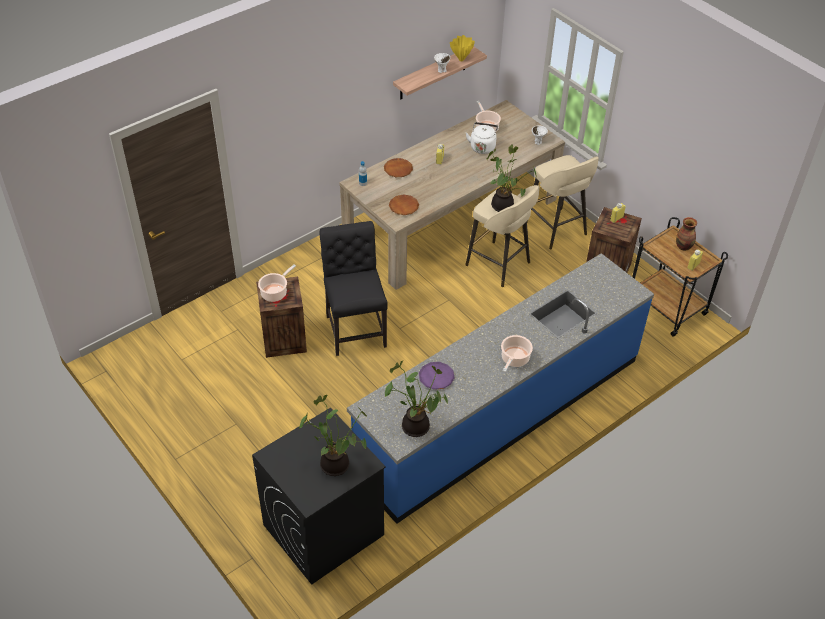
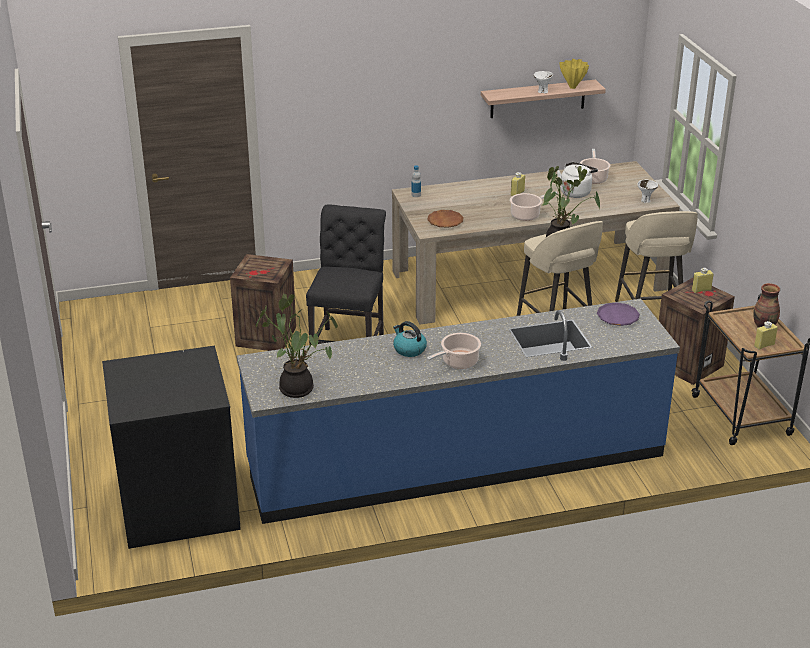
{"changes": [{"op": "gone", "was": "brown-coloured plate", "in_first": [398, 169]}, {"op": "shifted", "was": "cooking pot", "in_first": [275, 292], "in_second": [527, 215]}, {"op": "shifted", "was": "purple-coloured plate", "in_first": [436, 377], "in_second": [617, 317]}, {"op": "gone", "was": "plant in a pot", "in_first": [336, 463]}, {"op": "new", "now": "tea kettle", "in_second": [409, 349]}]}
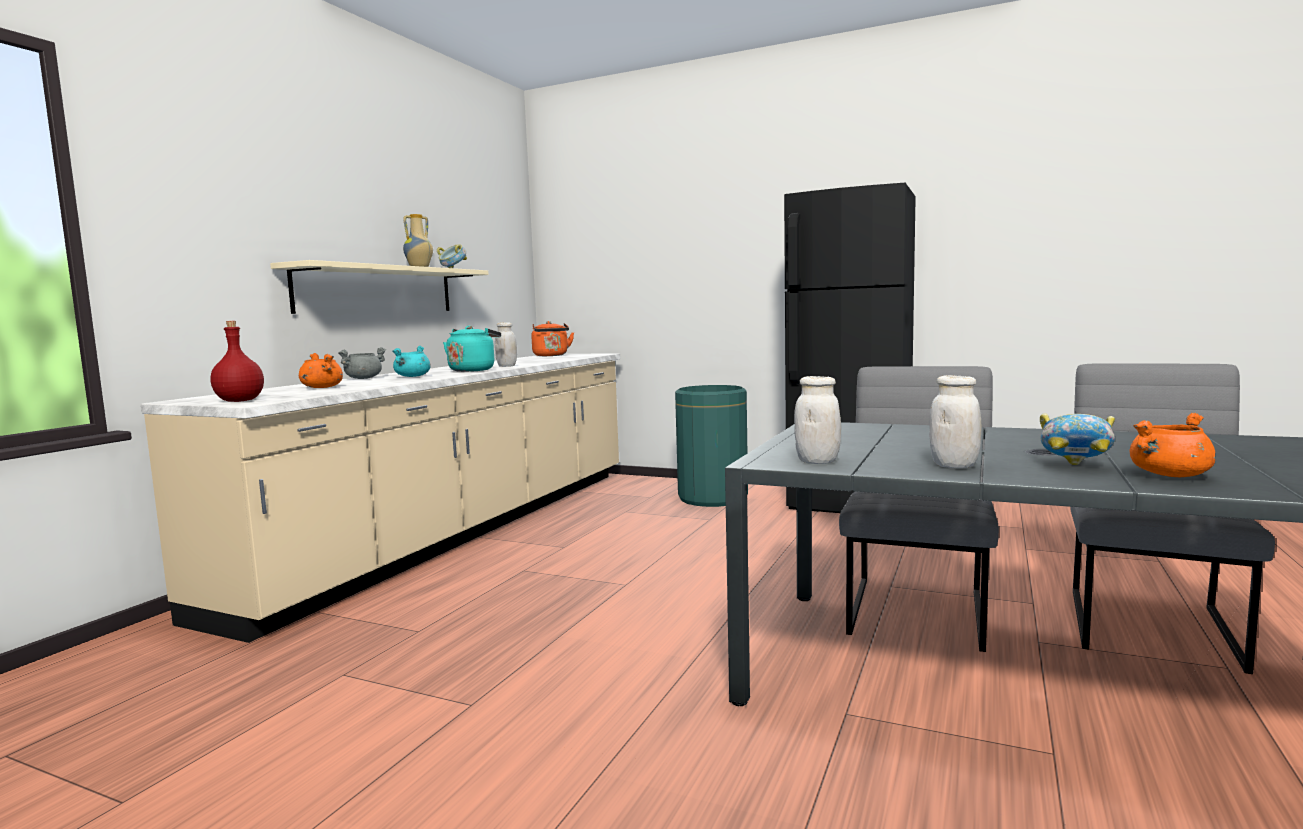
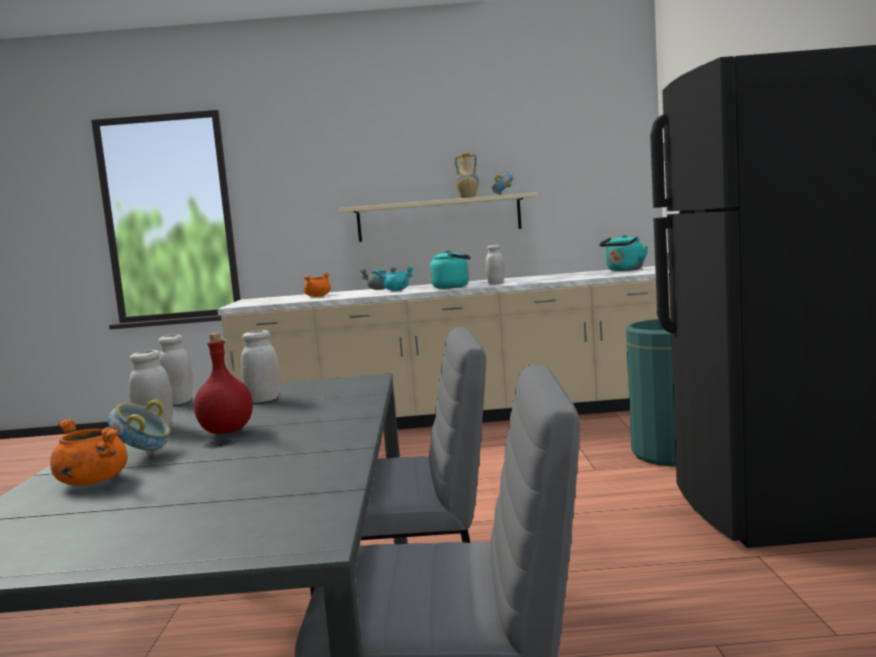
{"changes": [{"op": "shifted", "was": "red-coloured beverage bottle", "in_first": [239, 401], "in_second": [225, 431]}, {"op": "repainted", "was": "orangey tea kettle", "now": "turquoise-coloured tea kettle", "in_first": [551, 355], "in_second": [624, 270]}, {"op": "new", "now": "whitish storage jar", "in_second": [264, 400]}]}
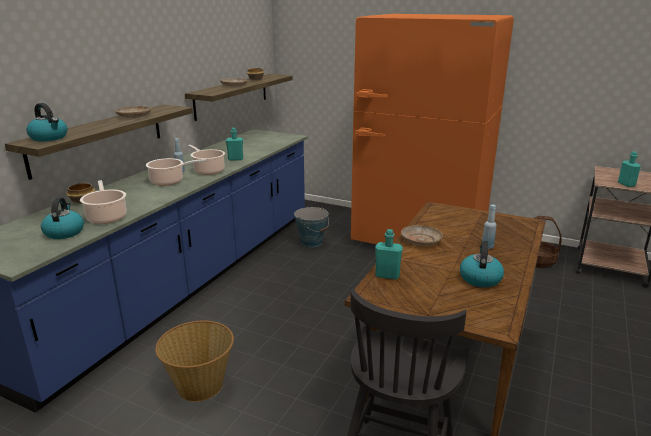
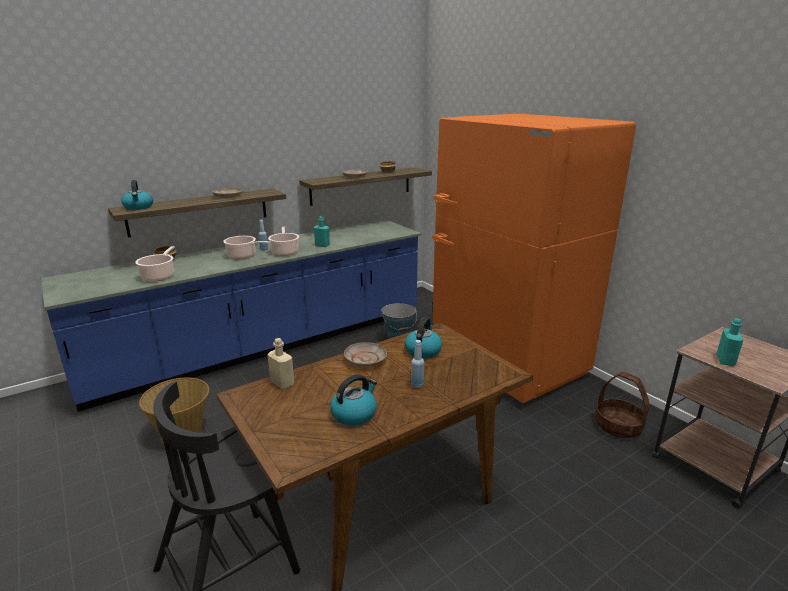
{"changes": [{"op": "shifted", "was": "tea kettle", "in_first": [64, 232], "in_second": [423, 351]}, {"op": "repainted", "was": "turquoise-coloured beverage bottle", "now": "beige beverage bottle", "in_first": [387, 275], "in_second": [282, 383]}]}
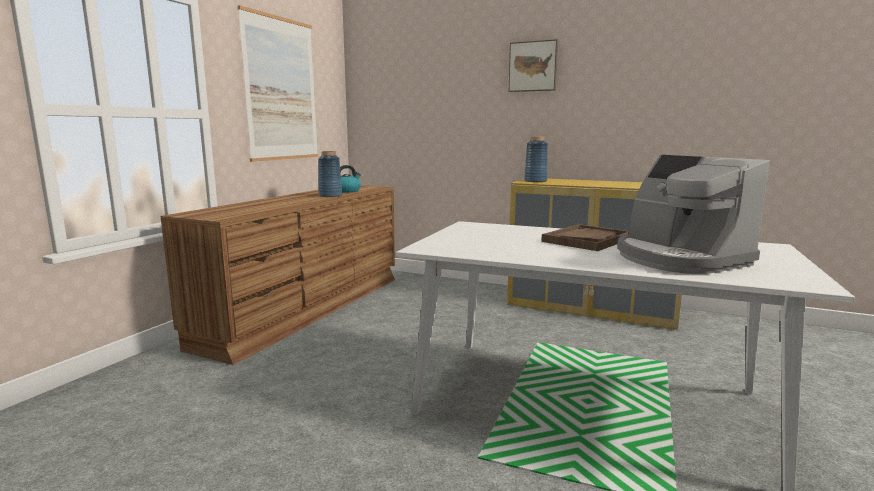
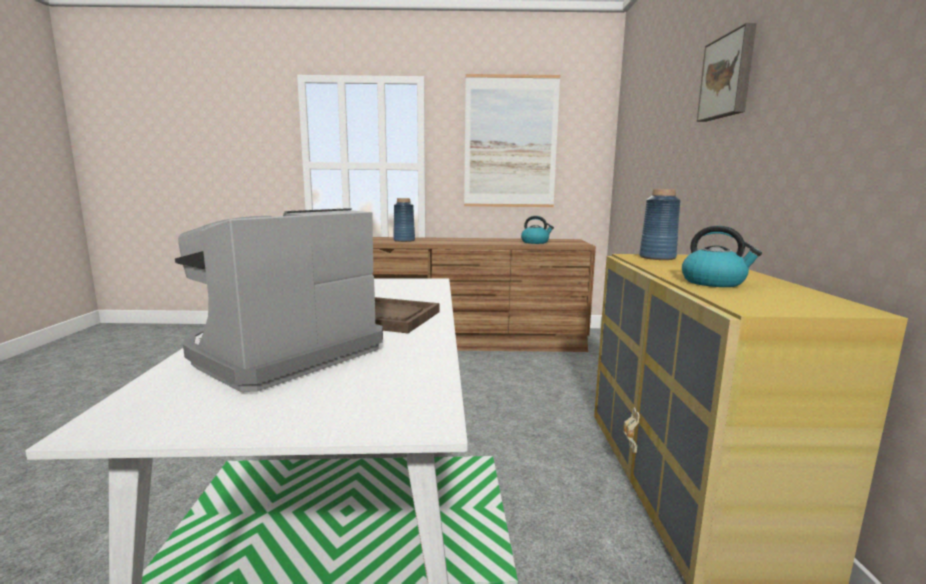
{"changes": [{"op": "shifted", "was": "blue vase", "in_first": [330, 195], "in_second": [404, 240]}, {"op": "new", "now": "tea kettle", "in_second": [714, 282]}]}
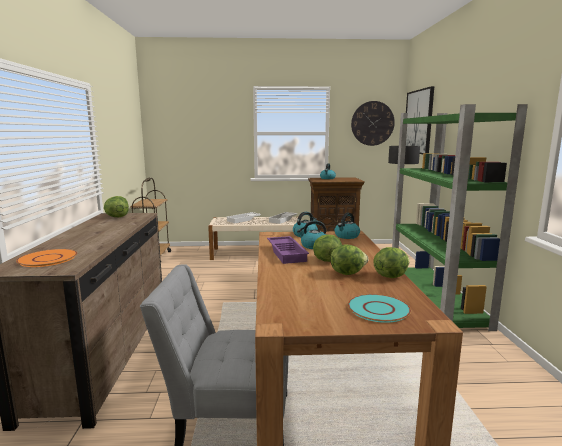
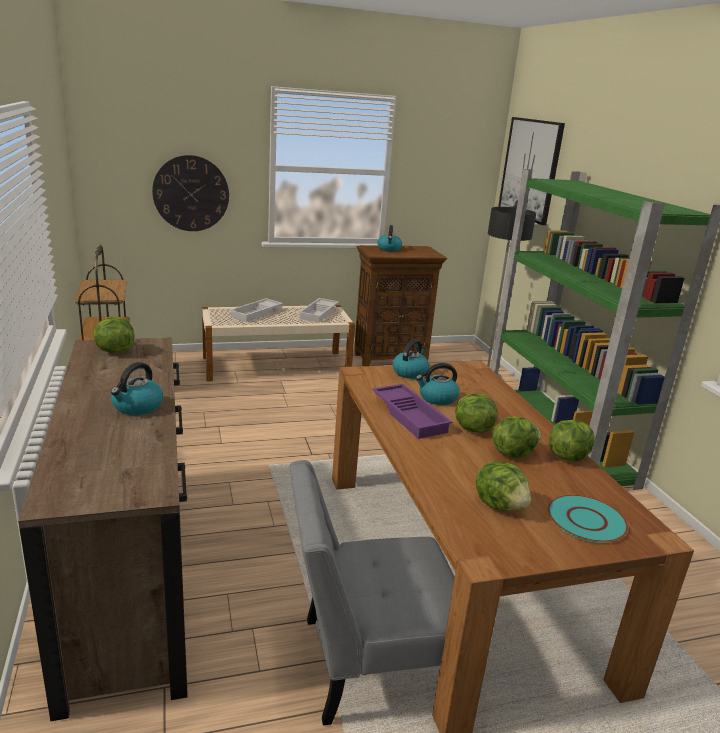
{"changes": [{"op": "shifted", "was": "wall clock", "in_first": [372, 123], "in_second": [191, 193]}, {"op": "shifted", "was": "tea kettle", "in_first": [346, 236], "in_second": [137, 407]}, {"op": "gone", "was": "orangey plate", "in_first": [48, 259]}, {"op": "new", "now": "lettuce head", "in_second": [500, 505]}]}
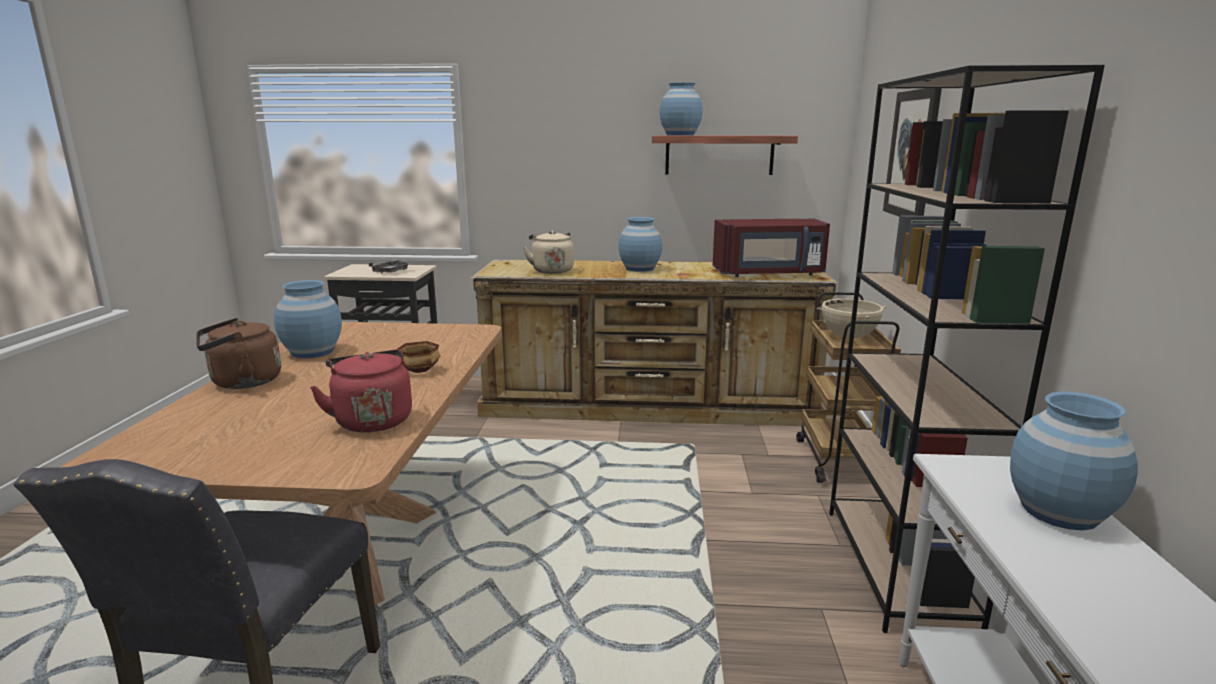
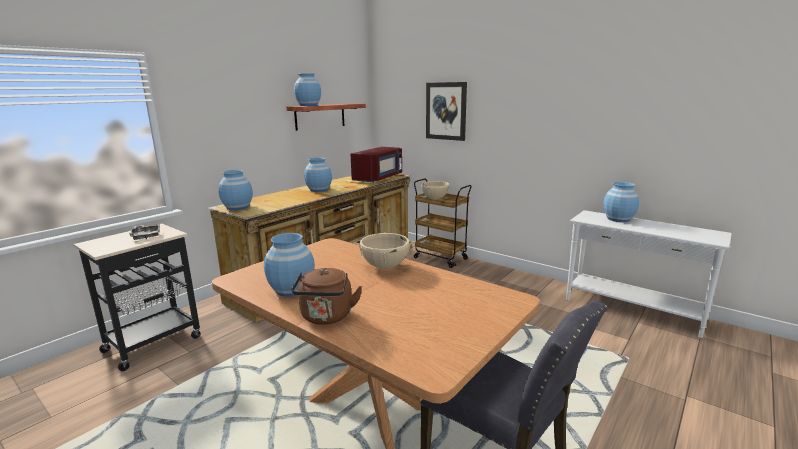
{"changes": [{"op": "gone", "was": "beige bookcase", "in_first": [898, 567]}, {"op": "gone", "was": "beige tea kettle", "in_first": [551, 270]}, {"op": "swapped", "was": "bowl", "now": "beige cooking pot", "in_first": [421, 371], "in_second": [385, 266]}, {"op": "gone", "was": "red-coloured tea kettle", "in_first": [372, 420]}, {"op": "new", "now": "blue vase", "in_second": [237, 207]}]}
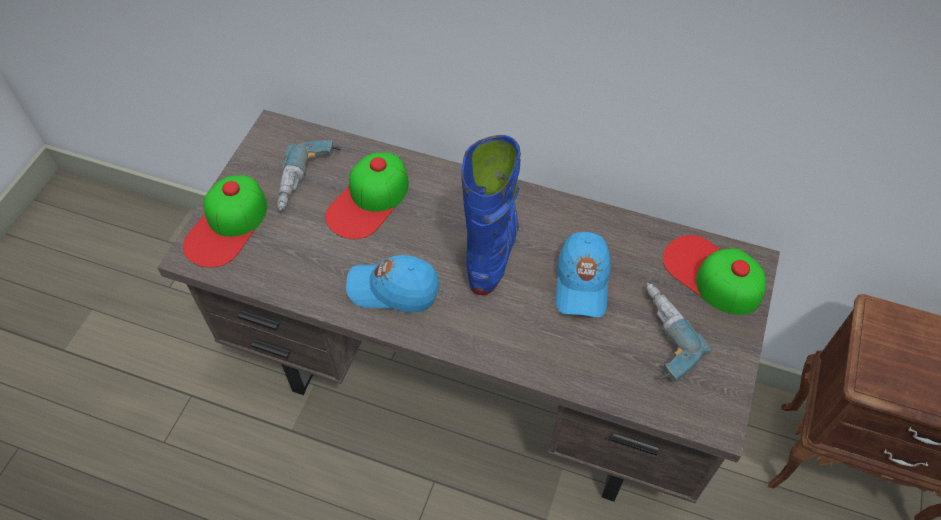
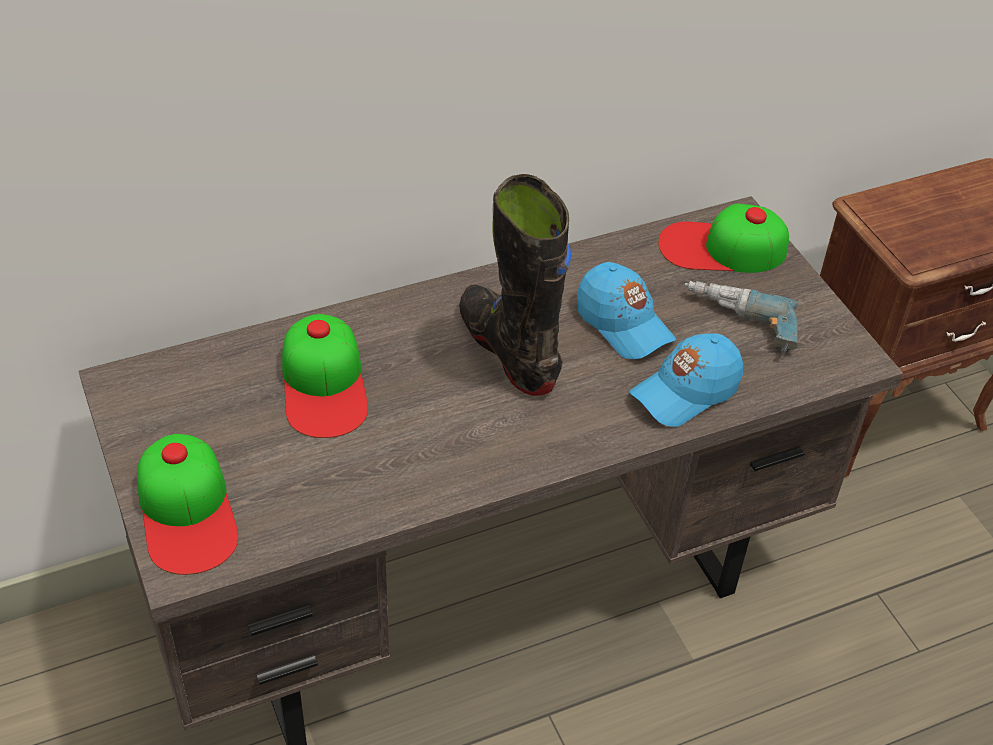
{"changes": [{"op": "repainted", "was": "blue boot", "now": "blackish boot", "in_first": [492, 251], "in_second": [509, 350]}, {"op": "gone", "was": "drill", "in_first": [309, 181]}, {"op": "shifted", "was": "blue baseball cap", "in_first": [393, 289], "in_second": [685, 392]}]}
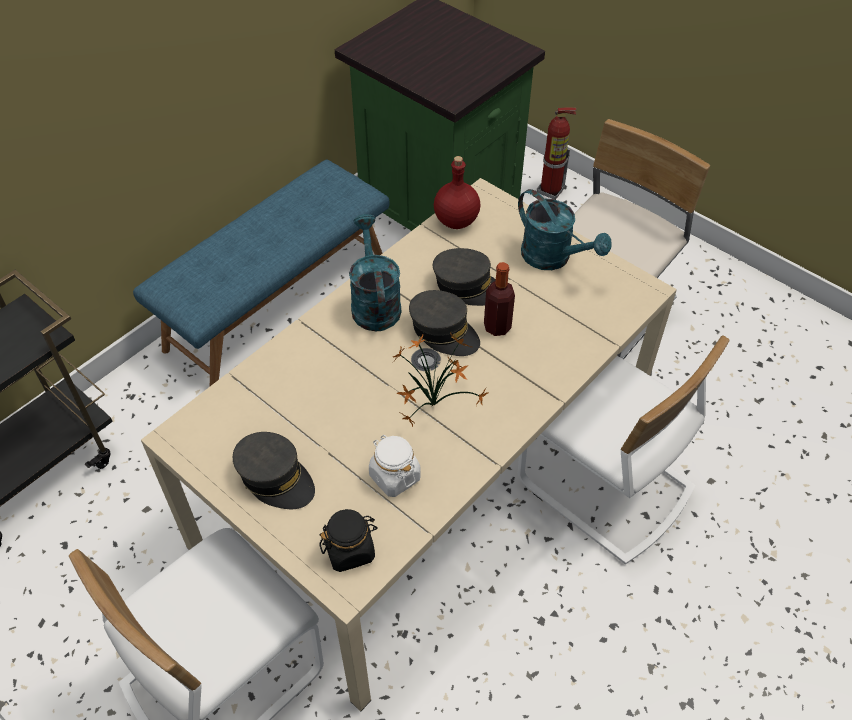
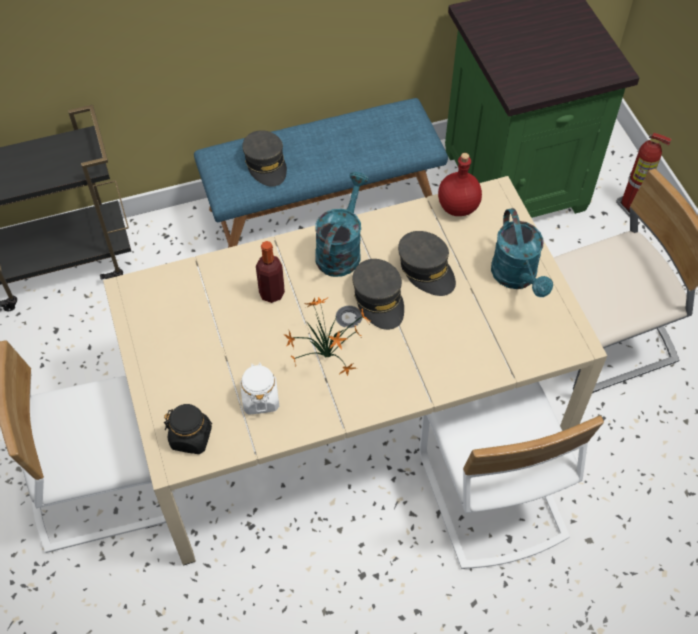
{"changes": [{"op": "shifted", "was": "beverage bottle", "in_first": [497, 327], "in_second": [272, 293]}, {"op": "shifted", "was": "greyish baseball cap", "in_first": [275, 478], "in_second": [266, 164]}]}
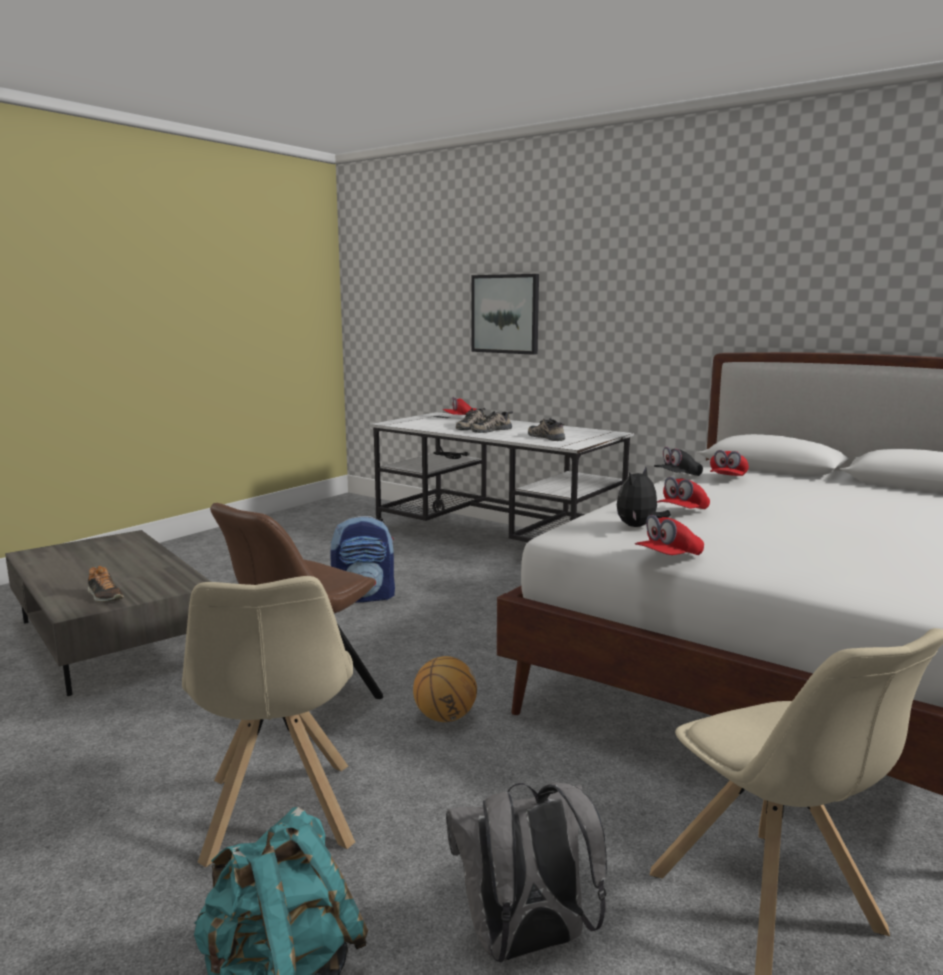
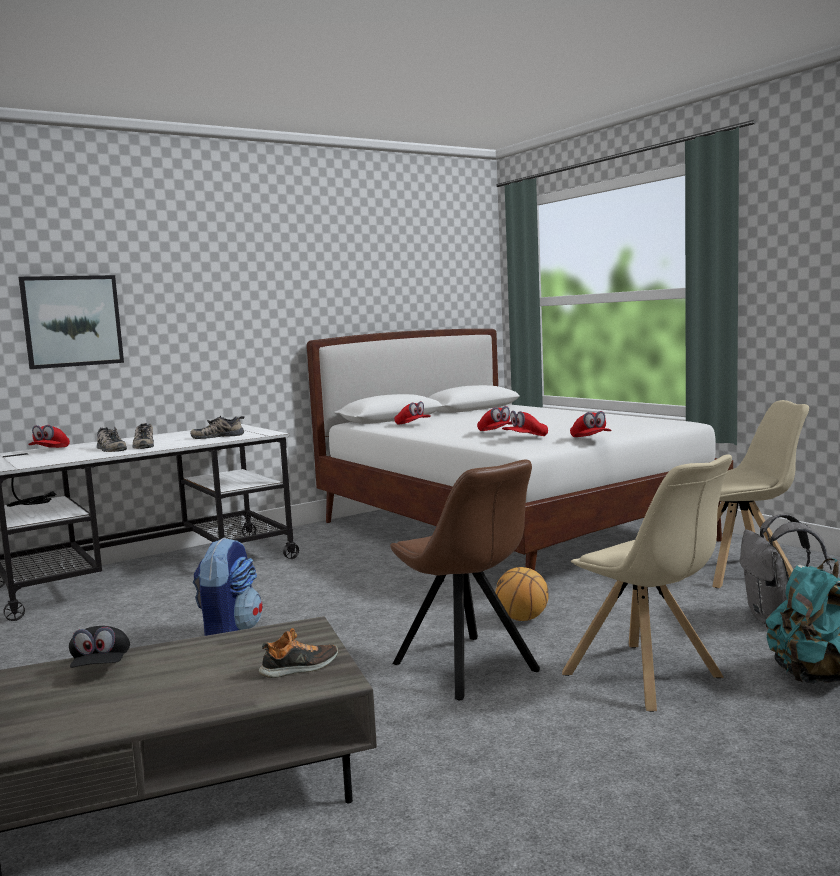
{"changes": [{"op": "shifted", "was": "blackish baseball cap", "in_first": [677, 477], "in_second": [101, 668]}, {"op": "swapped", "was": "soft toy", "now": "red-coloured baseball cap", "in_first": [638, 526], "in_second": [525, 438]}, {"op": "rotated", "was": "beige chair", "in_first": [279, 817], "in_second": [648, 678], "clockwise": 45}]}
